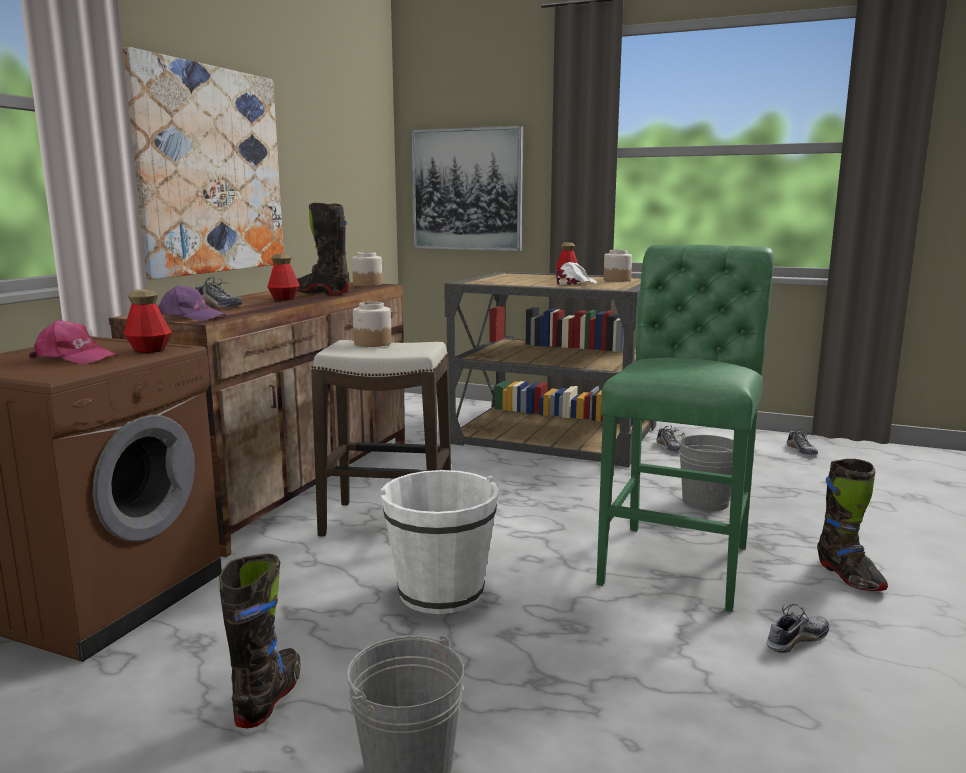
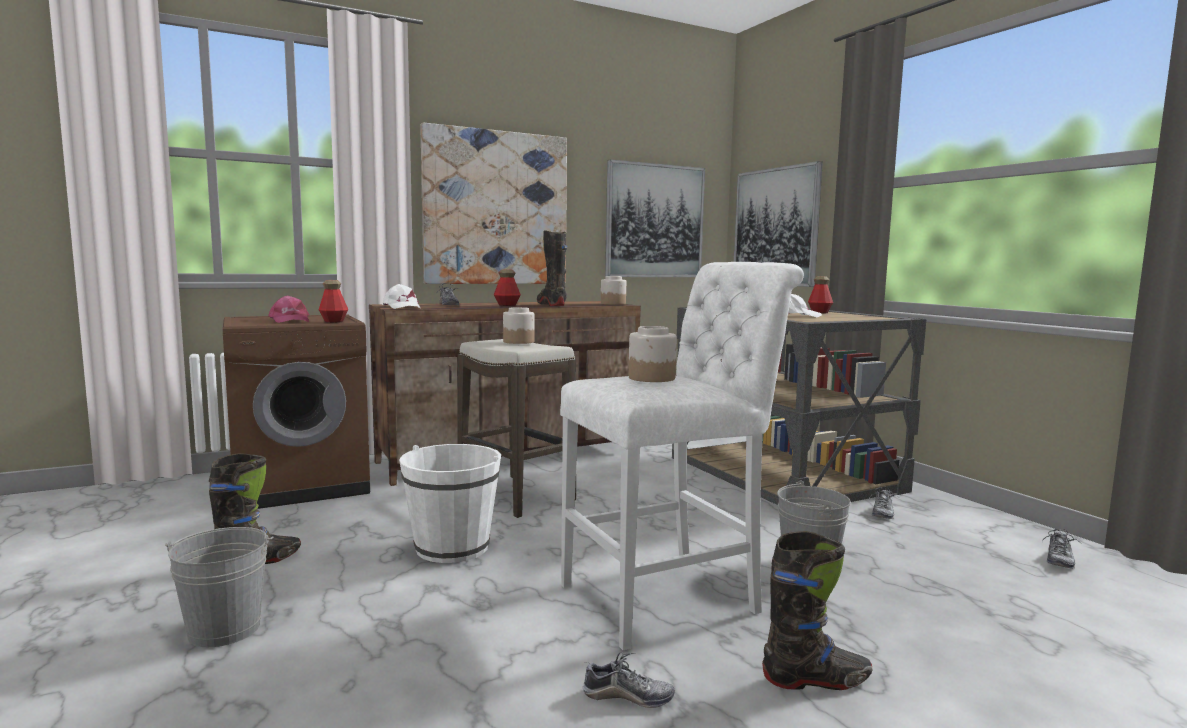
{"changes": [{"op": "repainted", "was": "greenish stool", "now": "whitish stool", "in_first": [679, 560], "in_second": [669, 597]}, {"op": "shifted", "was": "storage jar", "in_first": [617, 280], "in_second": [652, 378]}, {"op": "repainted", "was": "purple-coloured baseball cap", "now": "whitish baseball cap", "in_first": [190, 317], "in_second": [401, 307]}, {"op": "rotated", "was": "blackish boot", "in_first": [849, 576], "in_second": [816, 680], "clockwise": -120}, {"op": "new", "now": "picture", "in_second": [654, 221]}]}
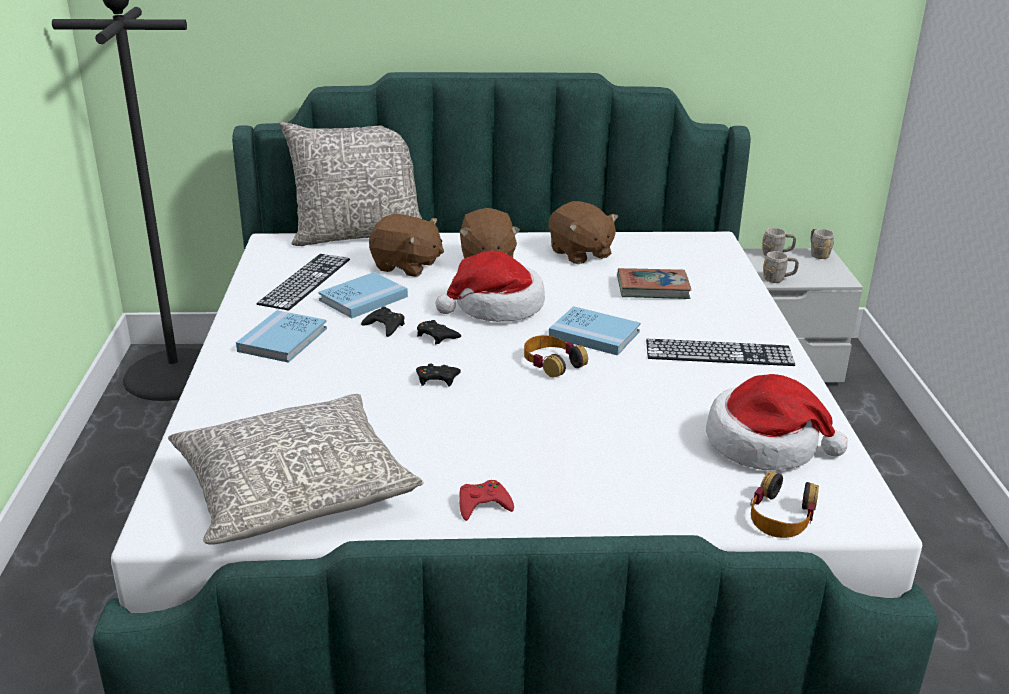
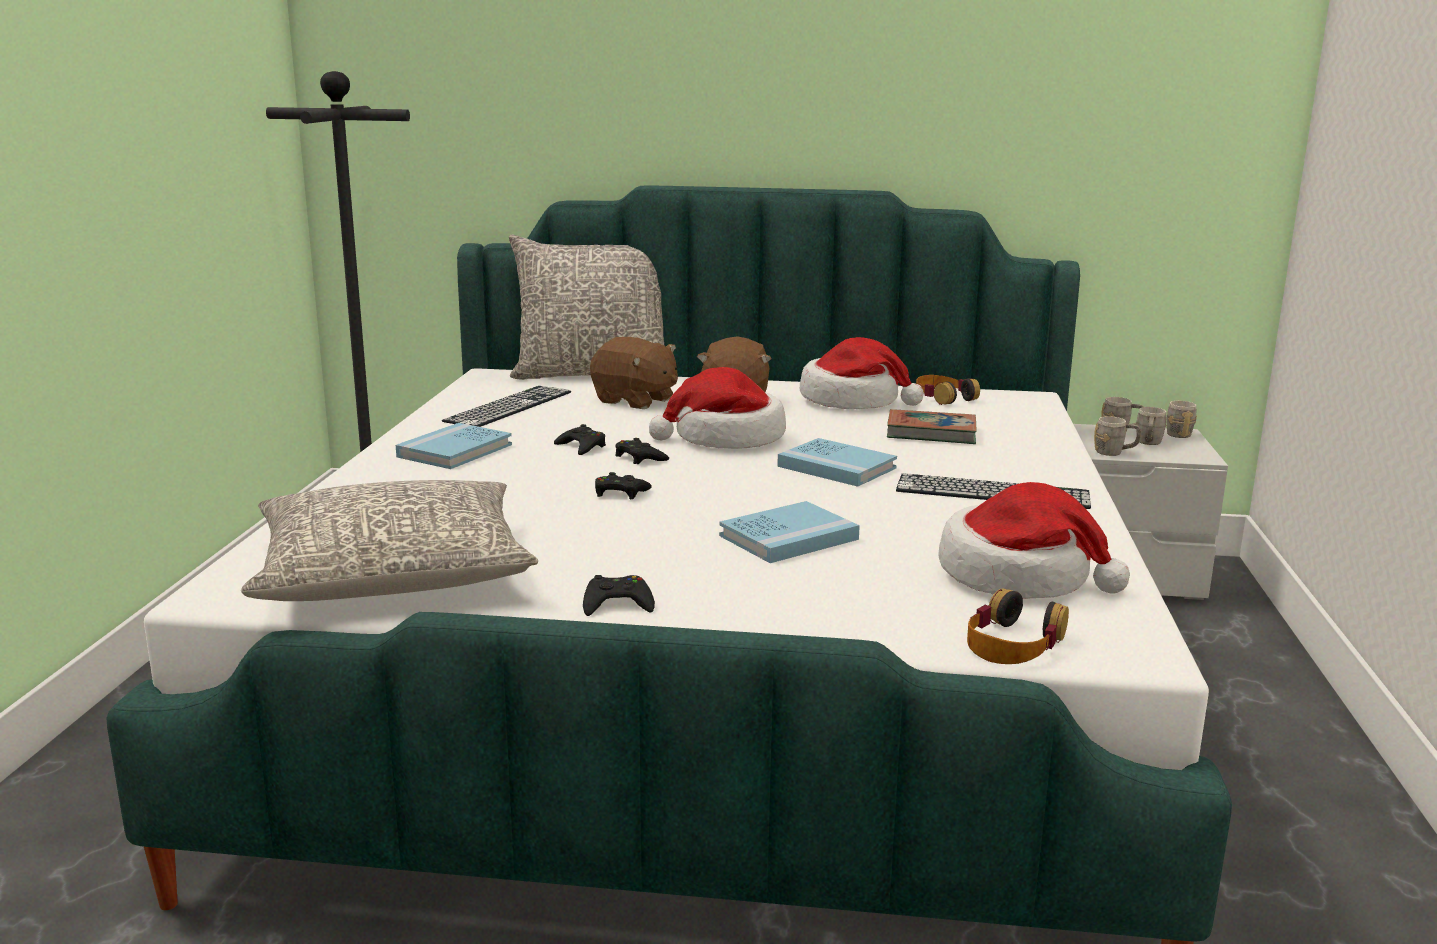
{"changes": [{"op": "swapped", "was": "brown-coloured soft toy", "now": "clothing hat", "in_first": [580, 253], "in_second": [852, 401]}, {"op": "shifted", "was": "blue bound book", "in_first": [363, 298], "in_second": [788, 537]}, {"op": "shifted", "was": "headset", "in_first": [552, 362], "in_second": [943, 397]}, {"op": "repainted", "was": "red-coloured joypad", "now": "blackish joypad", "in_first": [483, 505], "in_second": [617, 604]}, {"op": "new", "now": "greyish mug", "in_second": [1148, 443]}]}
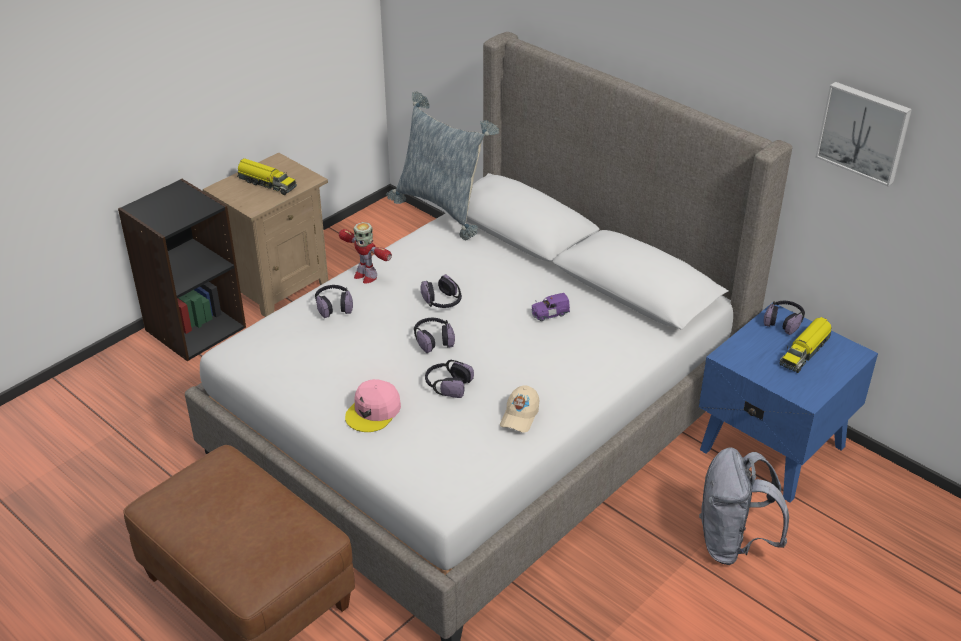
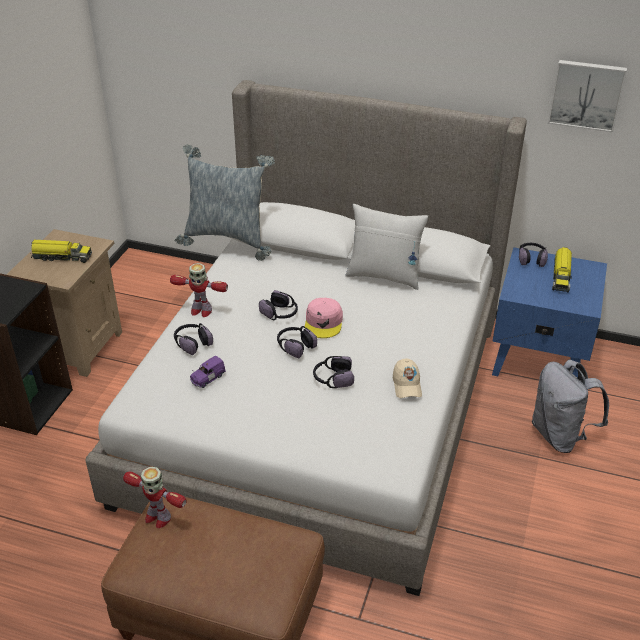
{"changes": [{"op": "shifted", "was": "purple-coloured toy car", "in_first": [549, 314], "in_second": [207, 378]}, {"op": "shifted", "was": "pinkish baseball cap", "in_first": [373, 411], "in_second": [324, 322]}, {"op": "new", "now": "greyish pillow", "in_second": [383, 277]}, {"op": "new", "now": "model robot", "in_second": [157, 517]}]}
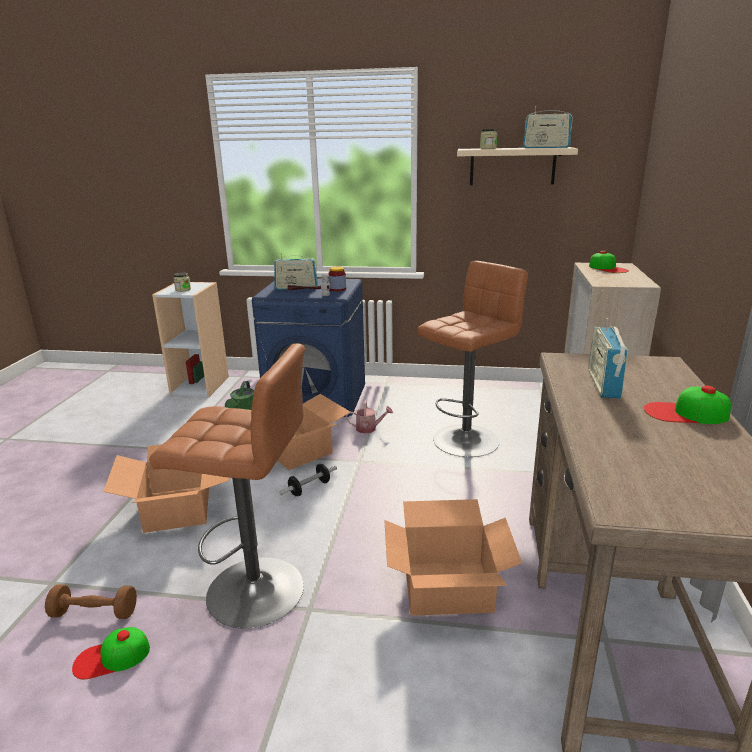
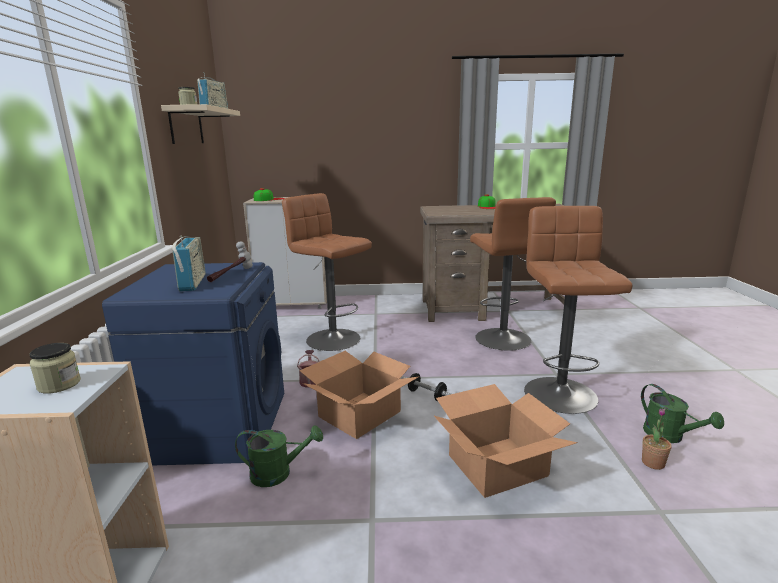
{"changes": [{"op": "gone", "was": "storage jar", "in_first": [337, 289]}, {"op": "gone", "was": "radio receiver", "in_first": [603, 384]}, {"op": "swapped", "was": "cardboard box", "now": "brown-coloured stool", "in_first": [447, 586], "in_second": [502, 339]}, {"op": "swapped", "was": "brown-coloured dumbbell", "now": "plant in a pot", "in_first": [94, 613], "in_second": [653, 463]}, {"op": "swapped", "was": "baseball cap", "now": "greenish watering can", "in_first": [111, 657], "in_second": [669, 436]}]}
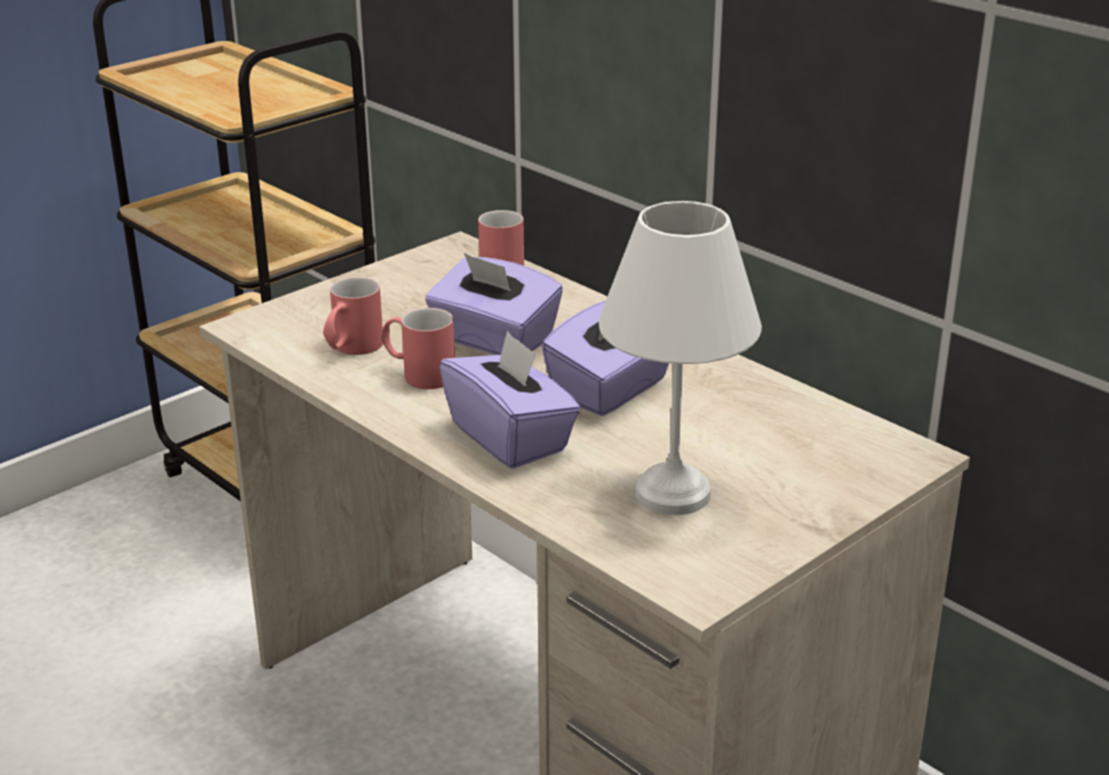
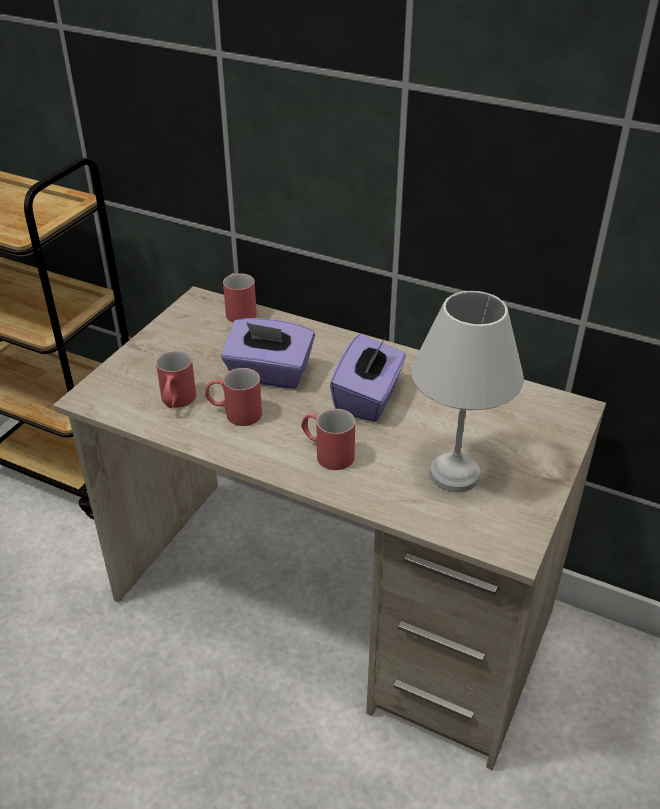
{"changes": [{"op": "swapped", "was": "purple-coloured tissue box", "now": "red-coloured mug", "in_first": [511, 438], "in_second": [327, 453]}]}
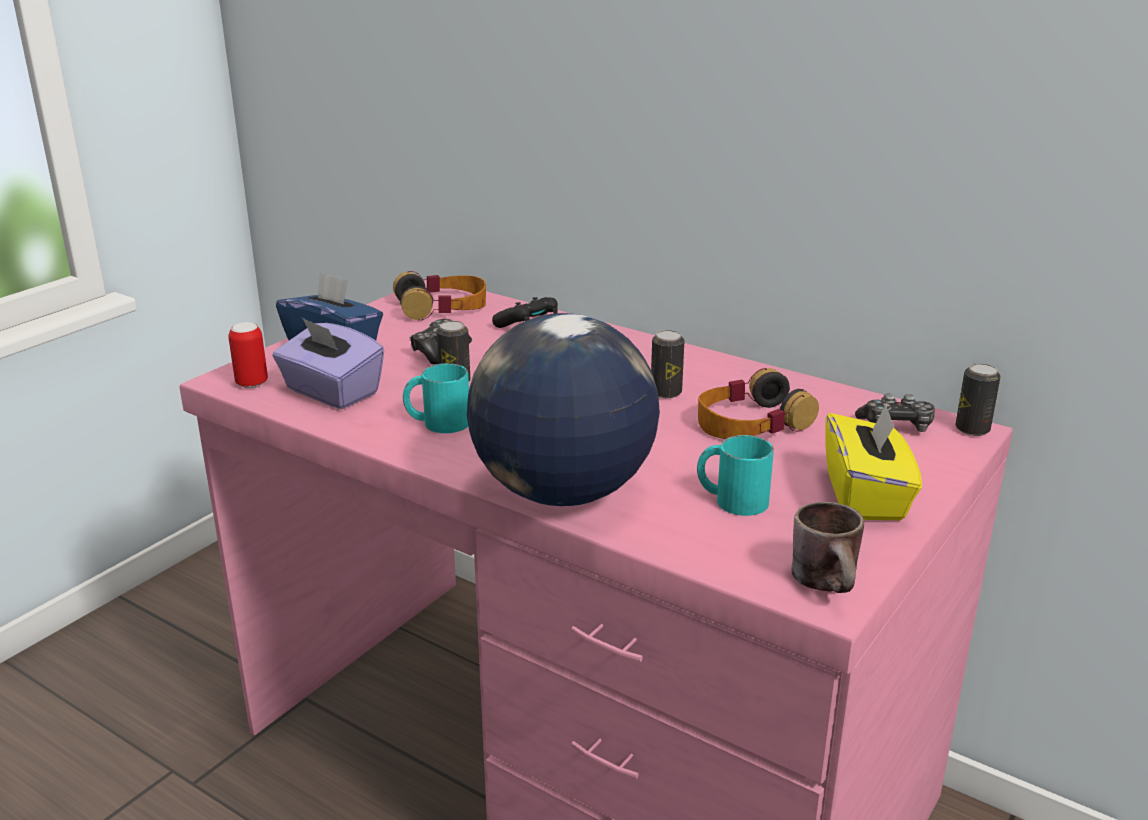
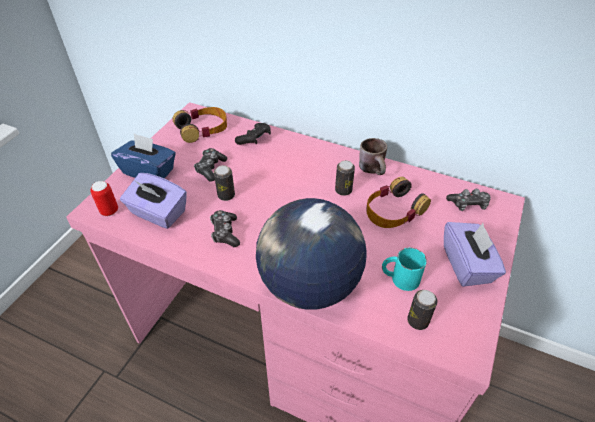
{"changes": [{"op": "swapped", "was": "turquoise-coloured mug", "now": "joypad", "in_first": [437, 422], "in_second": [225, 232]}, {"op": "shifted", "was": "sealed can", "in_first": [972, 429], "in_second": [417, 321]}, {"op": "repainted", "was": "yellow tissue box", "now": "purple-coloured tissue box", "in_first": [866, 496], "in_second": [467, 265]}, {"op": "shifted", "was": "brown-coloured mug", "in_first": [832, 584], "in_second": [375, 169]}]}
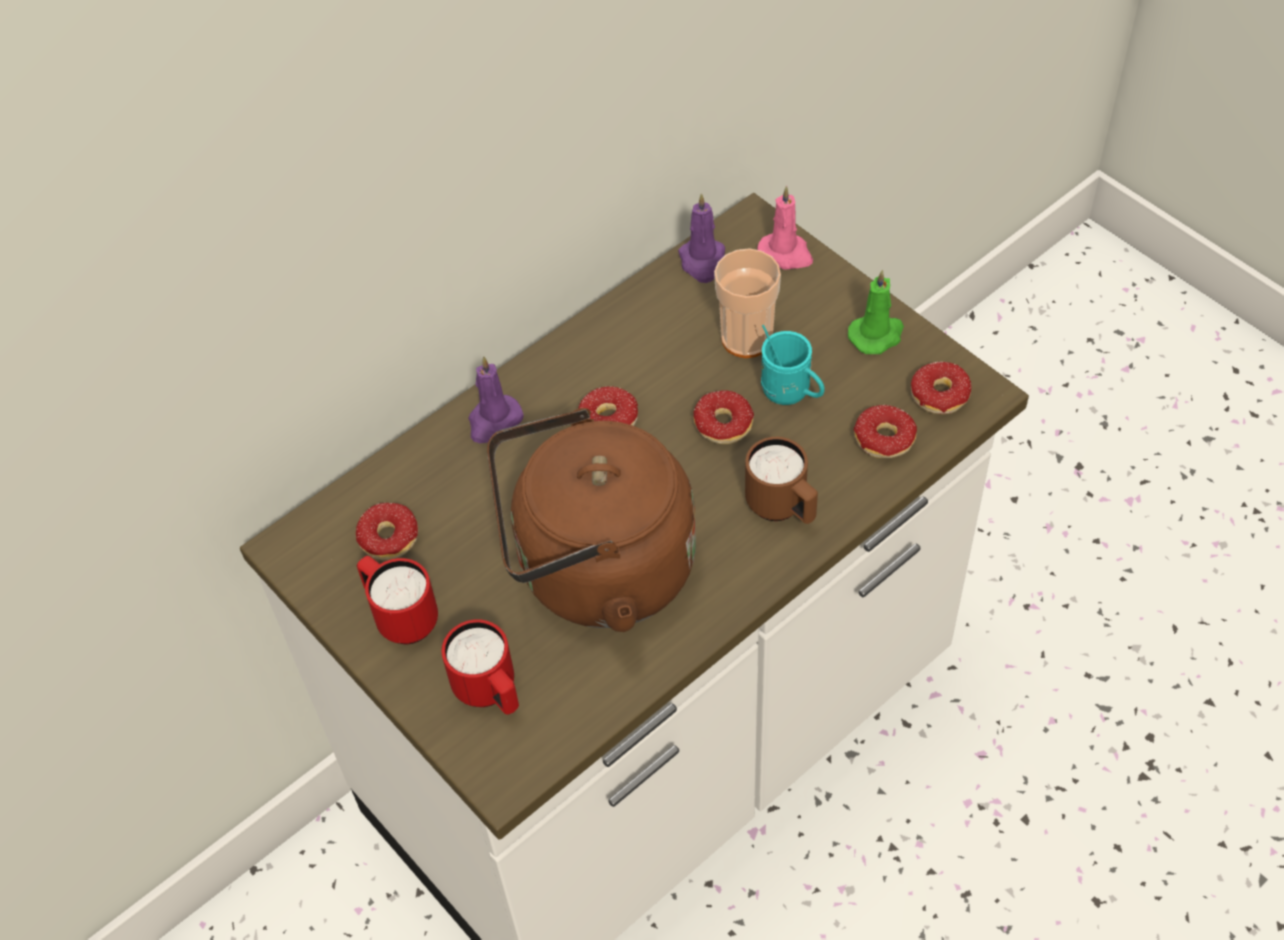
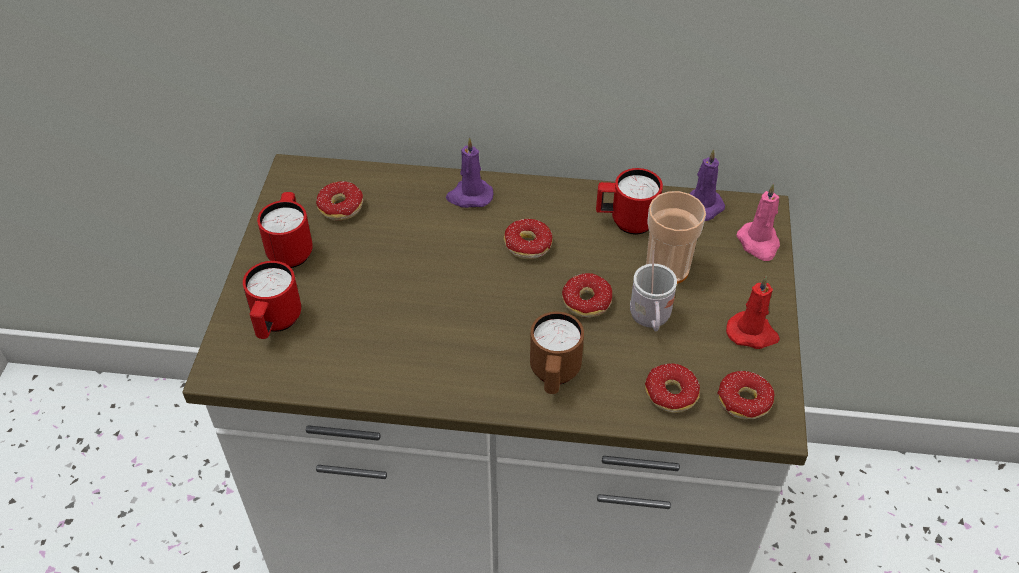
{"changes": [{"op": "repainted", "was": "greenish wax light", "now": "red-coloured wax light", "in_first": [877, 335], "in_second": [752, 333]}, {"op": "repainted", "was": "turquoise-coloured mug", "now": "whitish mug", "in_first": [791, 394], "in_second": [650, 320]}, {"op": "gone", "was": "brown-coloured tea kettle", "in_first": [595, 571]}, {"op": "new", "now": "red-coloured mug", "in_second": [625, 222]}]}
